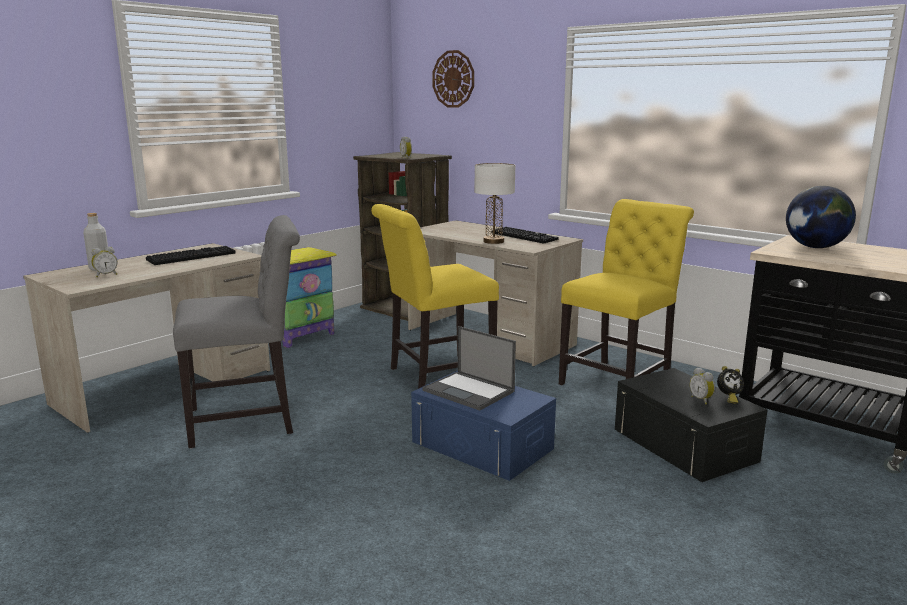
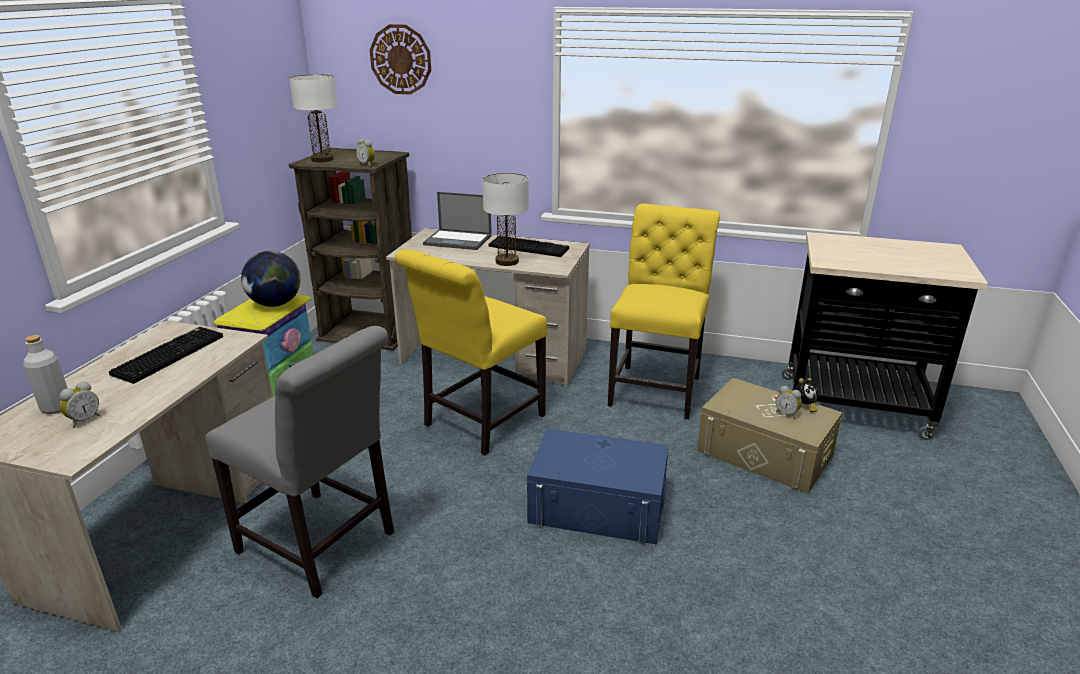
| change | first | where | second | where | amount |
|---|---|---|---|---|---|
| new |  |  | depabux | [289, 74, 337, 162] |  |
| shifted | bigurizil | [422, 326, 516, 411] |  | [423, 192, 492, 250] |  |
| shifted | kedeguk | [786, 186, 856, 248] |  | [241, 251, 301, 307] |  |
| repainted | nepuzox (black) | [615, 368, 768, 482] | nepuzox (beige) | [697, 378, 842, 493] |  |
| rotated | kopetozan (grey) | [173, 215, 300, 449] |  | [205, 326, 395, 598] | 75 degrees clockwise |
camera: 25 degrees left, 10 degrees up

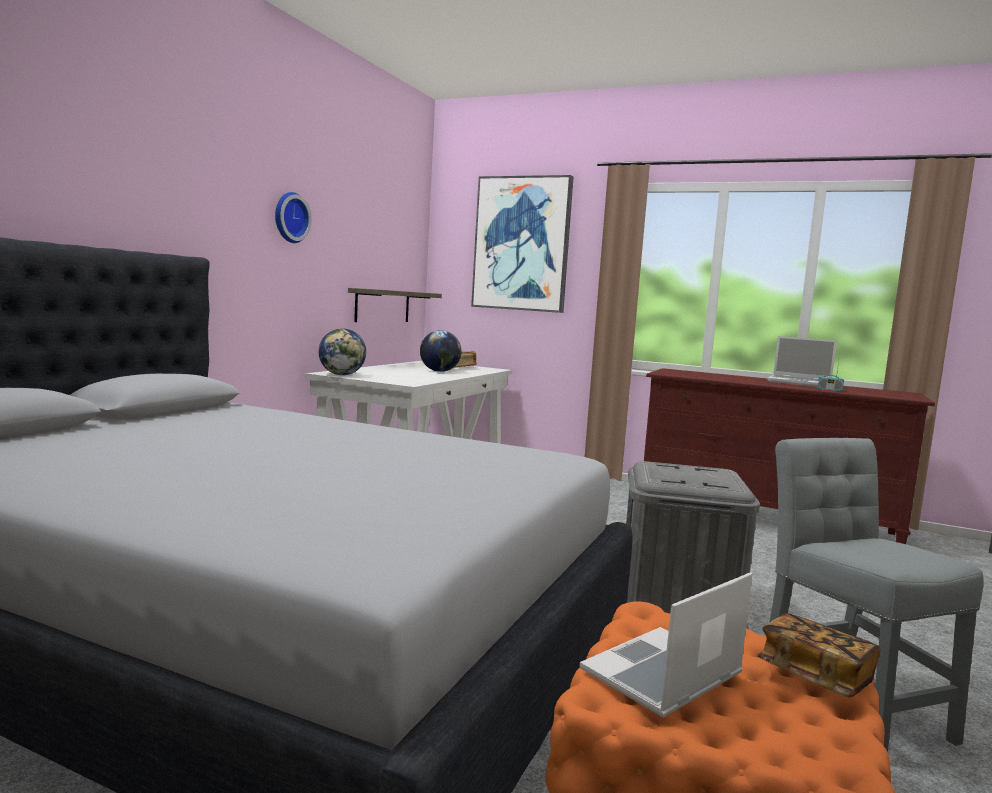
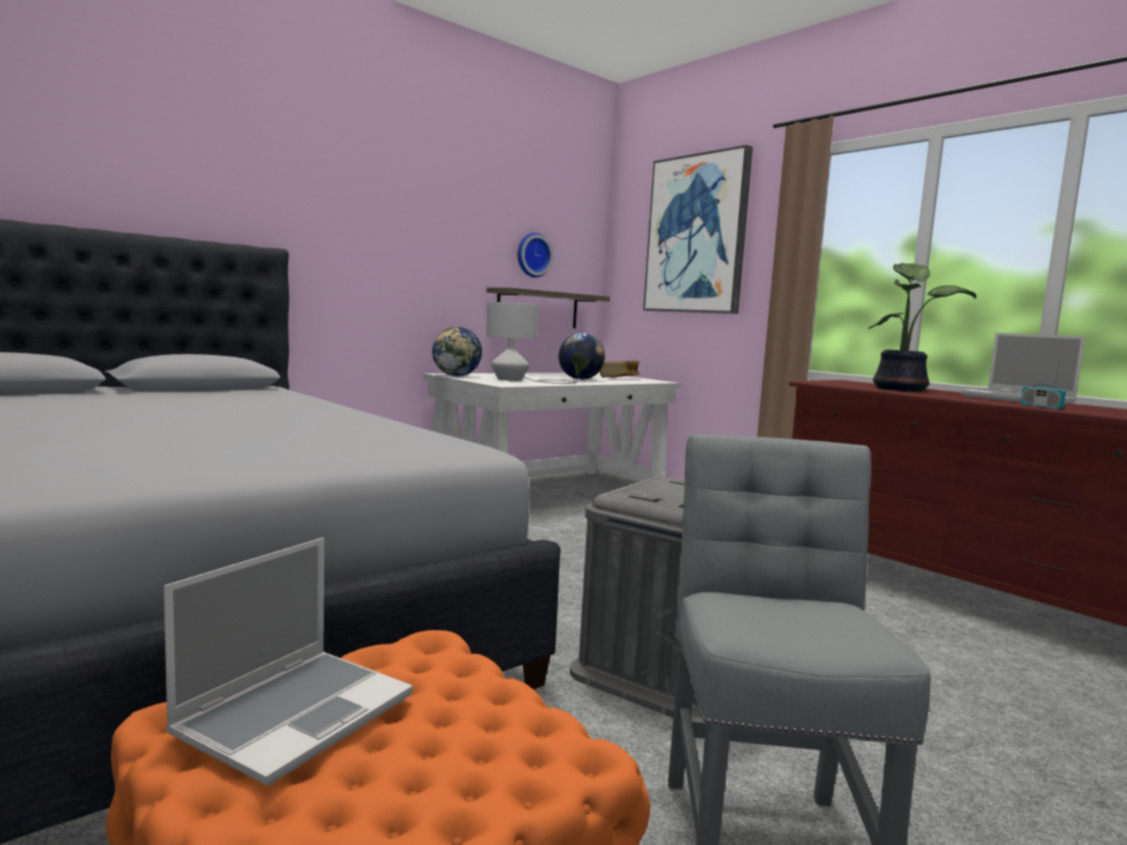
| change | first | where | second | where | amount |
|---|---|---|---|---|---|
| gone | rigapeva | [757, 613, 881, 697] |  |  |  |
| new |  |  | depabux (grey) | [486, 302, 578, 384] |  |
| new |  |  | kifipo | [868, 263, 977, 392] |  |
| shifted | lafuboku | [275, 192, 312, 243] |  | [518, 233, 553, 278] |  |
| rotated | bigurizil | [580, 572, 752, 718] |  | [164, 538, 413, 785] | 135 degrees clockwise |
camera: 25 degrees right, 0 degrees up

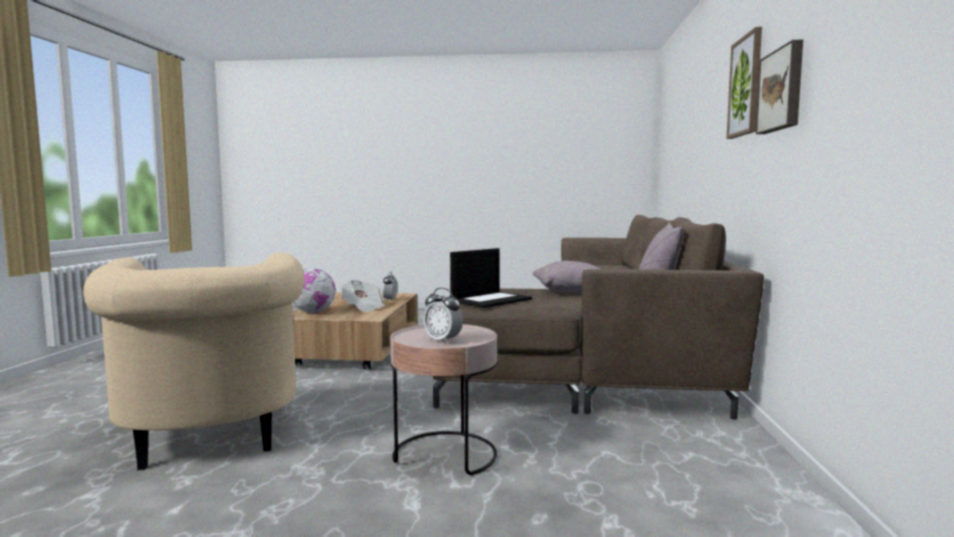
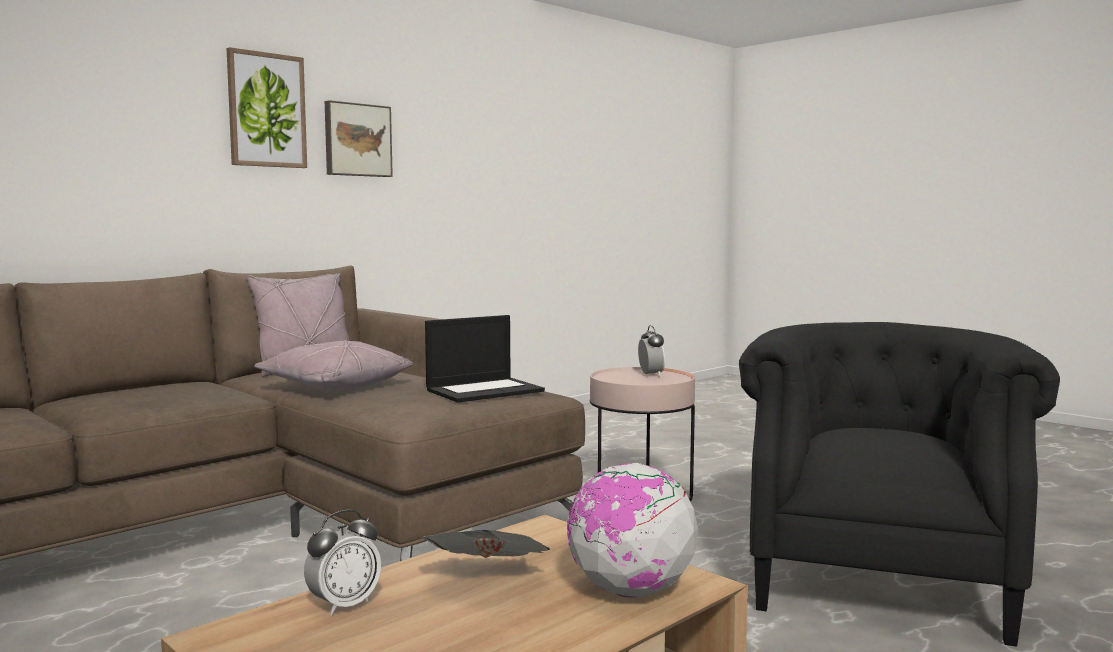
| change | first | where | second | where | amount |
|---|---|---|---|---|---|
| repainted | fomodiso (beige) | [83, 252, 305, 470] | fomodiso (black) | [739, 322, 1060, 647] |  |
| rotated | bigurizil | [450, 248, 532, 308] |  | [425, 315, 545, 403] | 150 degrees clockwise |
camera: 140 degrees left, 0 degrees up

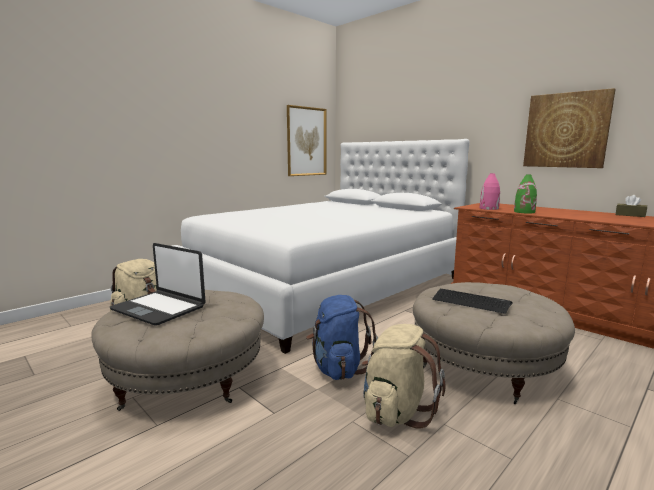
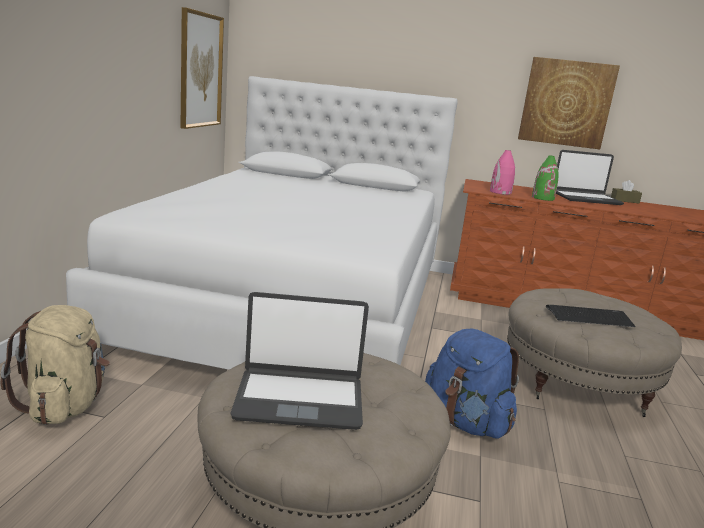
| change | first | where | second | where | amount |
|---|---|---|---|---|---|
| gone | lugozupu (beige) | [362, 324, 446, 429] |  |  |  |
| new |  |  | bigurizil | [556, 150, 624, 205] |  |
camera: 35 degrees left, 5 degrees up

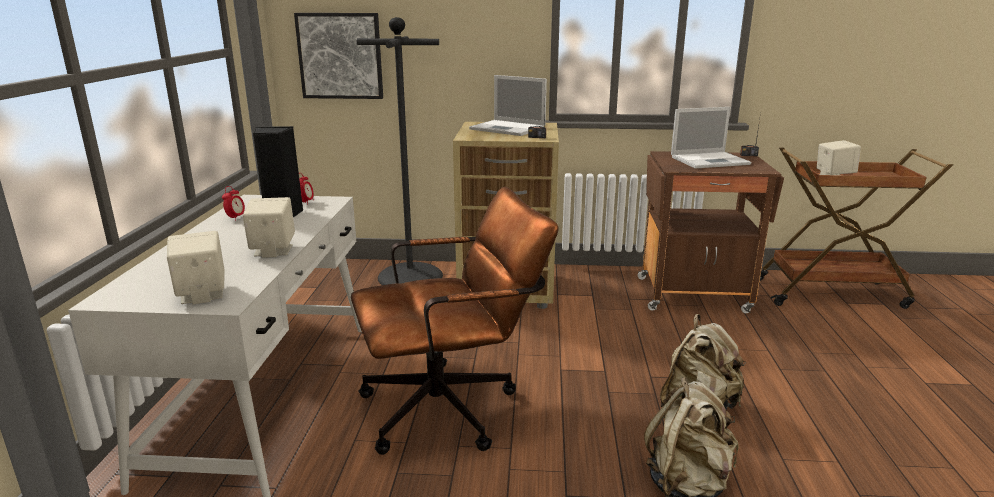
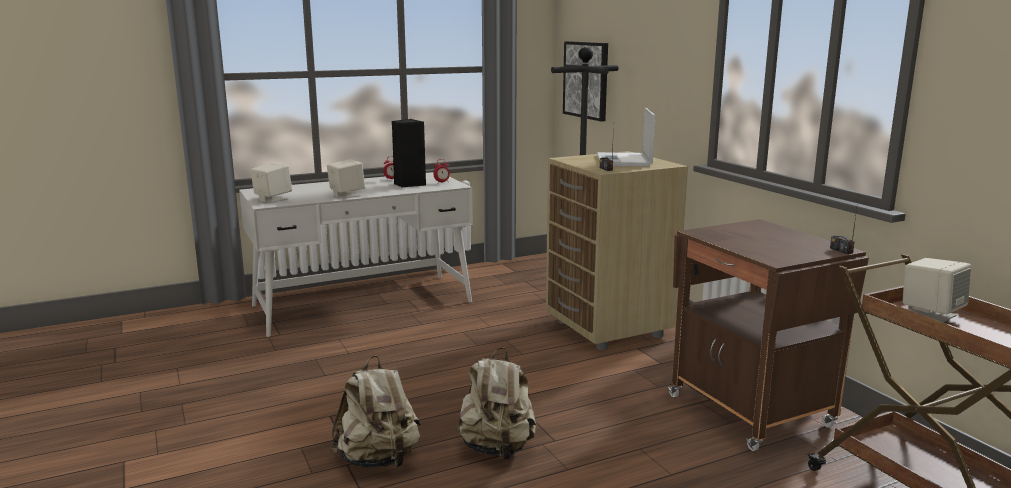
| change | first | where | second | where | amount |
|---|---|---|---|---|---|
| gone | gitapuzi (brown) | [351, 187, 559, 455] |  |  |  |
| gone | bigurizil | [671, 107, 751, 169] |  |  |  |
camera: 60 degrees right, 5 degrees down

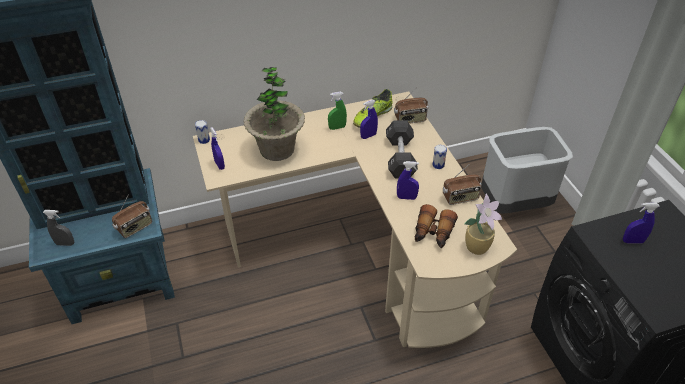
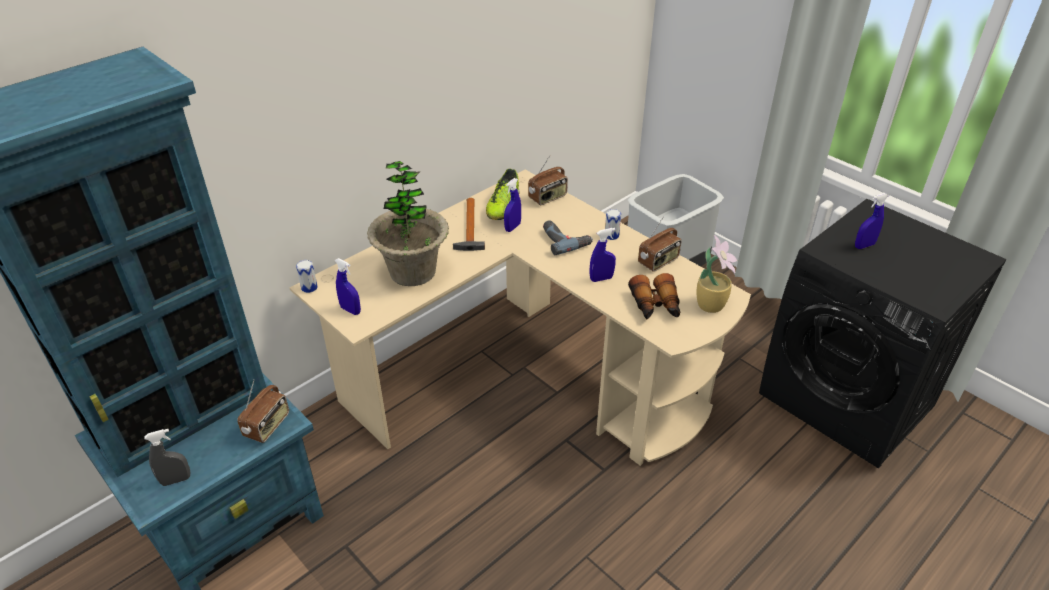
| change | first | where | second | where | amount |
|---|---|---|---|---|---|
| swapped | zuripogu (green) | [328, 92, 347, 130] | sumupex | [453, 198, 485, 251] |  |
| swapped | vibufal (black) | [386, 120, 418, 178] | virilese | [543, 220, 593, 255] |  |
camera: 25 degrees left, 5 degrees down

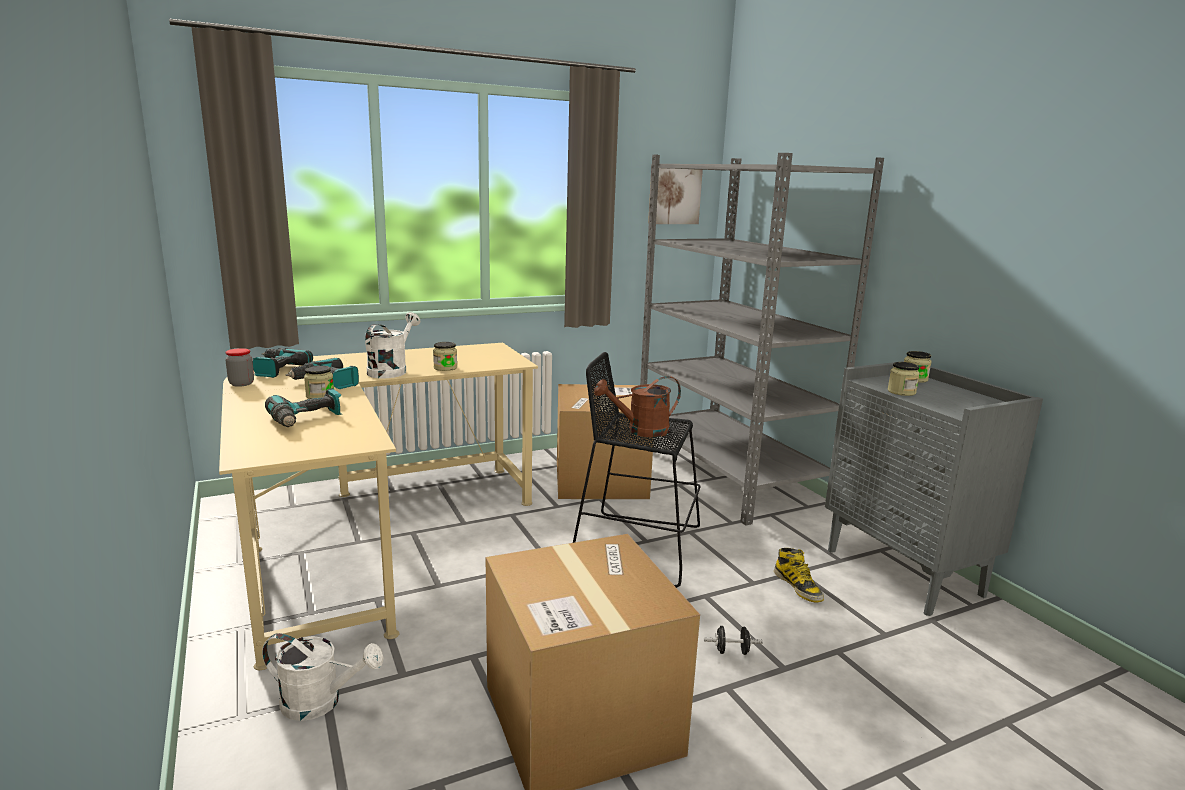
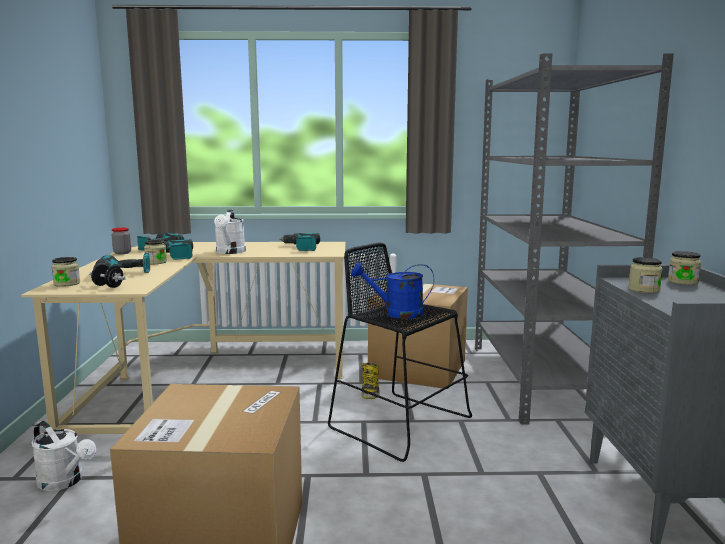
| change | first | where | second | where | amount |
|---|---|---|---|---|---|
| gone | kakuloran | [648, 164, 703, 224] |  |  |  |
| new |  |  | virilese | [279, 233, 320, 251] |  |
| shifted | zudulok | [433, 342, 457, 371] |  | [52, 257, 80, 287] |  |
| shifted | vibufal (black) | [704, 626, 763, 655] |  | [89, 264, 126, 288] |  |
| shifted | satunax | [774, 548, 824, 603] |  | [361, 363, 380, 399] |  |
| repainted | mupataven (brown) | [594, 376, 681, 437] | mupataven (blue) | [351, 262, 434, 319] |  |
| rotated | mupataven (white) | [365, 312, 420, 378] |  | [214, 210, 246, 254] | 135 degrees clockwise |
camera: 25 degrees right, 5 degrees down

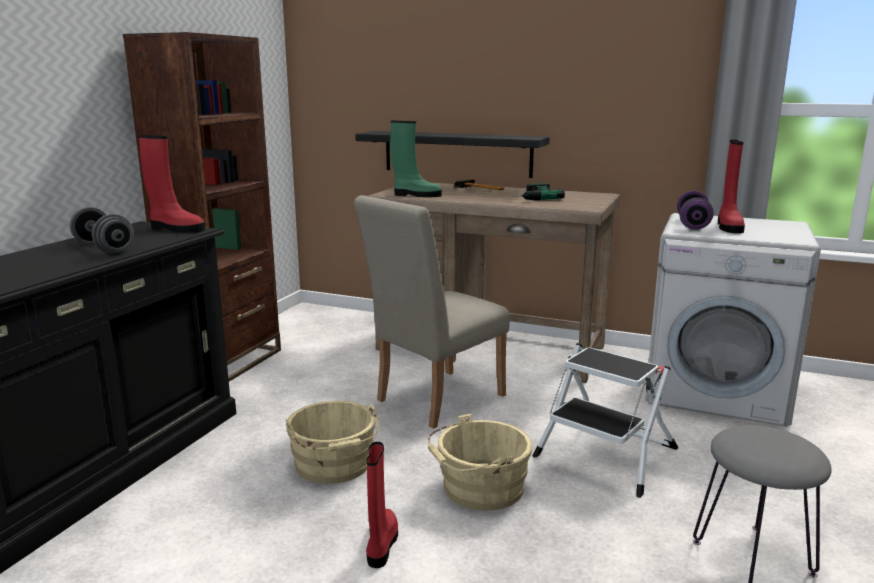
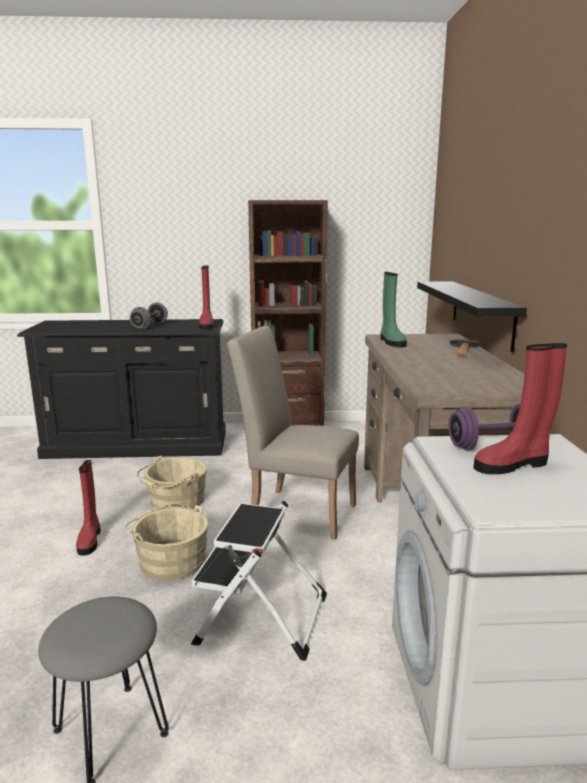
| change | first | where | second | where | amount |
|---|---|---|---|---|---|
| gone | virilese | [513, 183, 565, 200] |  |  |  |
| rotated | satunax (red) | [366, 442, 398, 568] |  | [76, 460, 100, 556] | 105 degrees clockwise |
camera: 65 degrees right, 0 degrees up

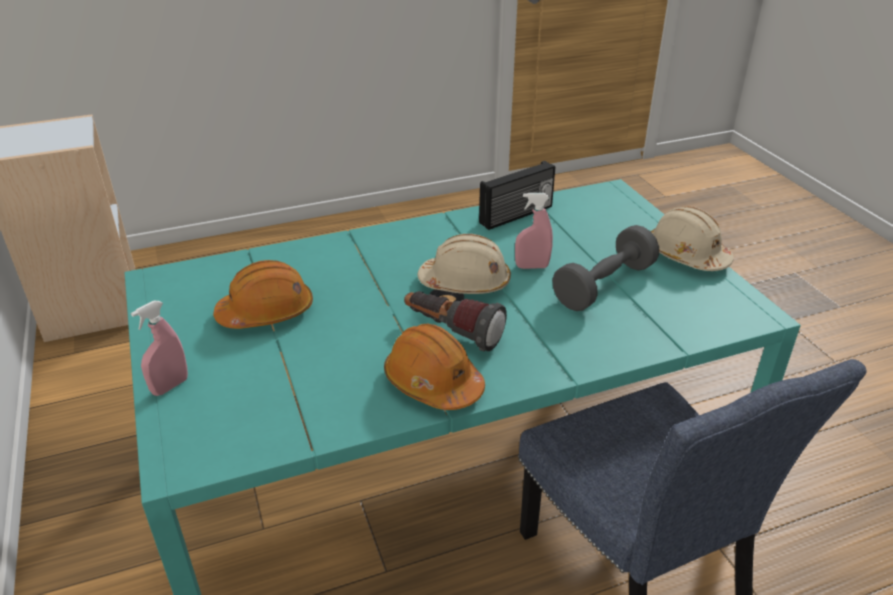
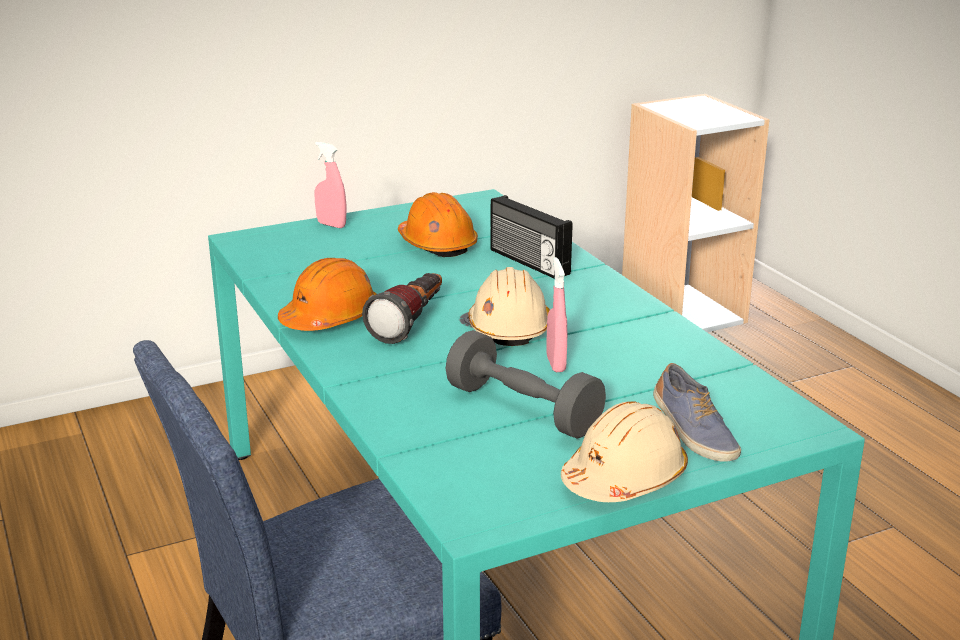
| change | first | where | second | where | amount |
|---|---|---|---|---|---|
| new |  |  | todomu | [653, 363, 741, 462] |  |
| shifted | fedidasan | [479, 161, 555, 230] |  | [490, 195, 573, 279] |  |
camera: 85 degrees right, 10 degrees down

